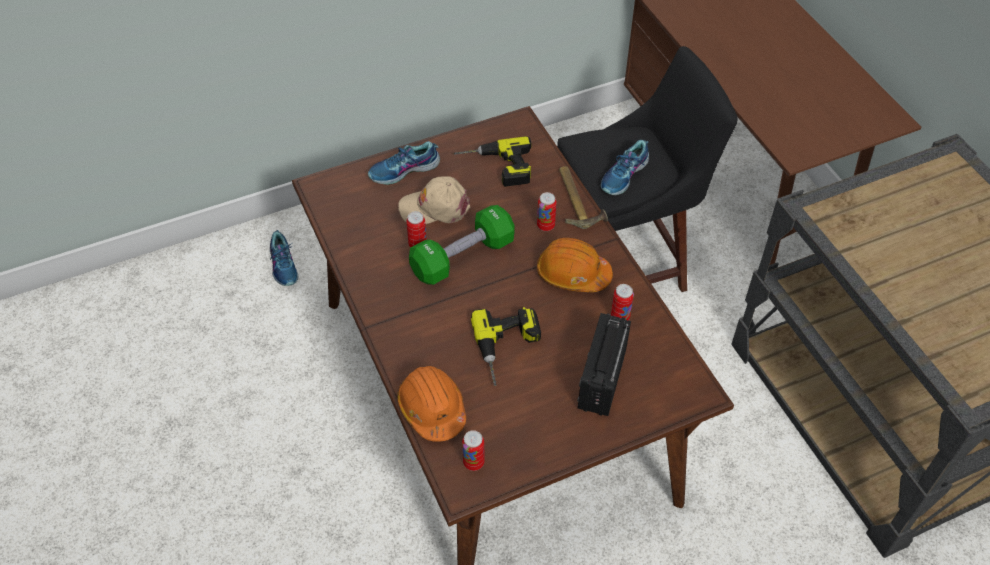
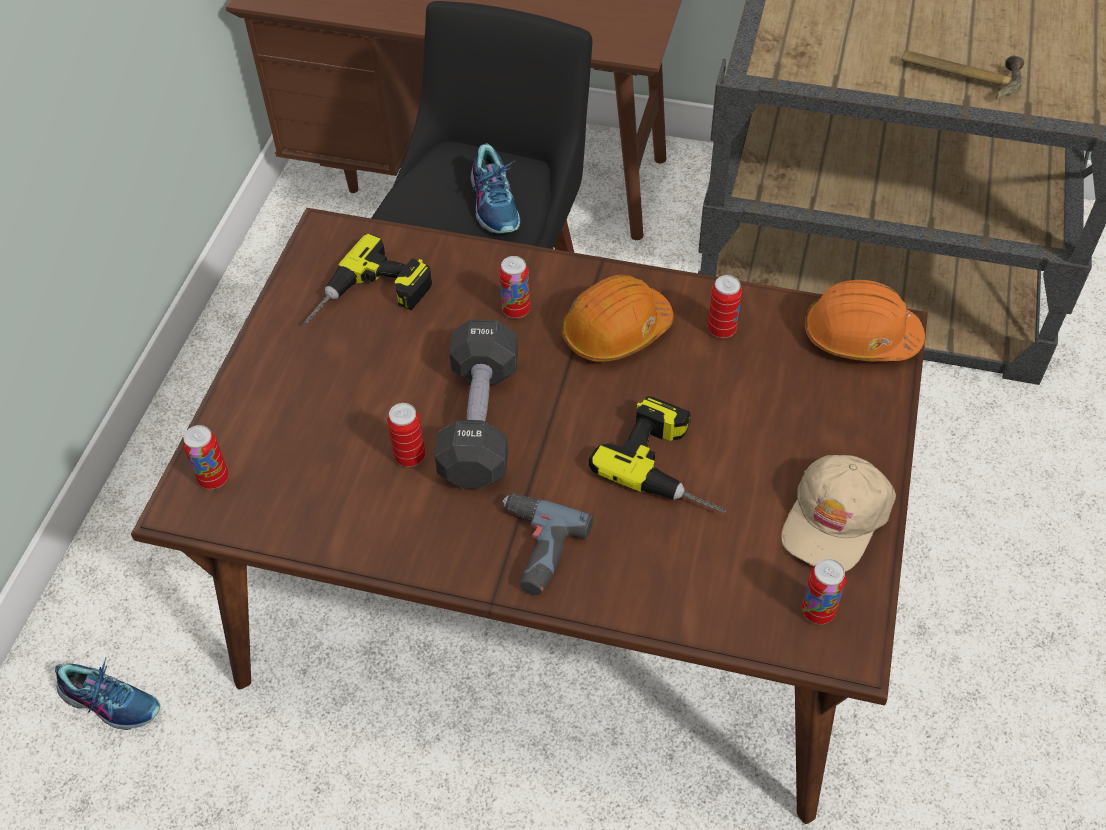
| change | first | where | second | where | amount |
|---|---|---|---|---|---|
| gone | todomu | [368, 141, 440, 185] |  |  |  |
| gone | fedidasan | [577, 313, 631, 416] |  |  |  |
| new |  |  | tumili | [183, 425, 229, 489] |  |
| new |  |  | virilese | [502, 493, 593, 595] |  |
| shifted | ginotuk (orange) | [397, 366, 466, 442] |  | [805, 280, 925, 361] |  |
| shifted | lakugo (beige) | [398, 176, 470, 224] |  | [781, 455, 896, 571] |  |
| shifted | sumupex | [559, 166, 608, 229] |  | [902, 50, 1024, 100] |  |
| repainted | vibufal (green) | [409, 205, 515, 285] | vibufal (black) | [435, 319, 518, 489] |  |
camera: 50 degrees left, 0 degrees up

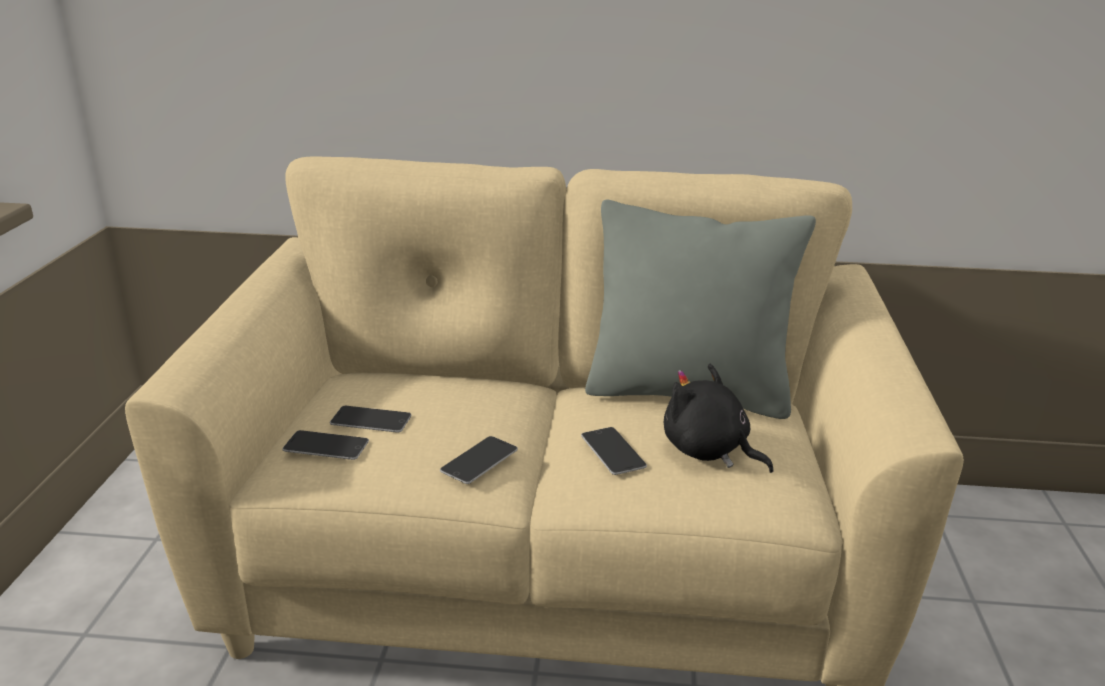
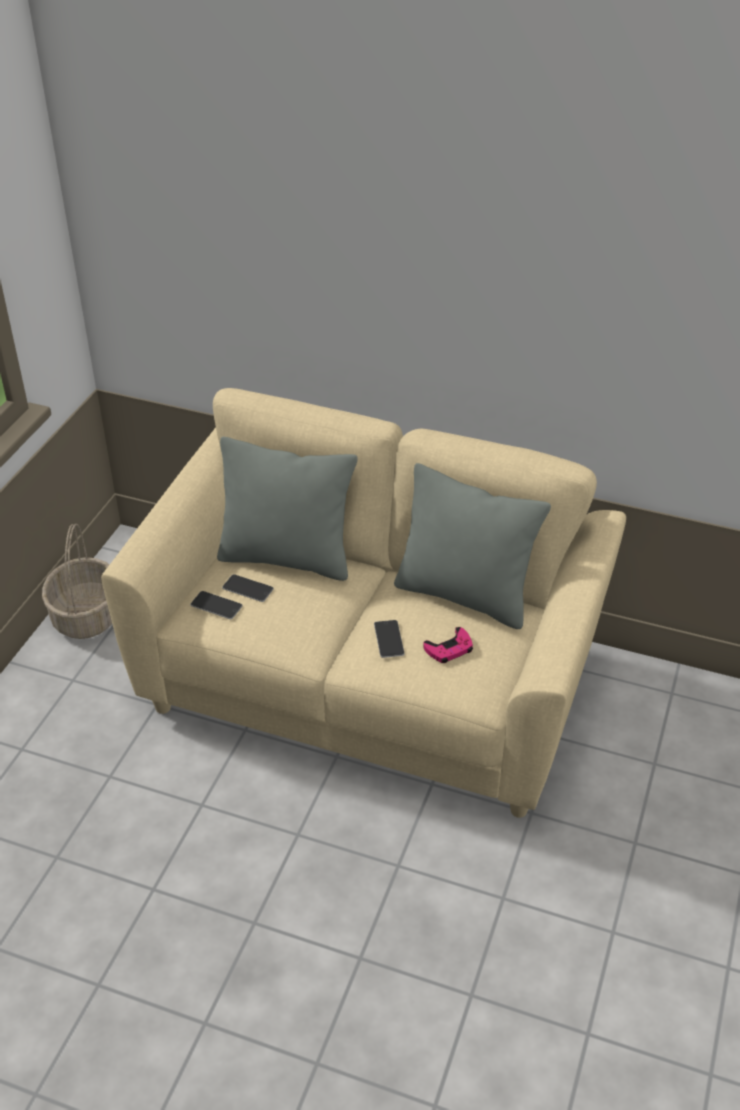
| change | first | where | second | where | amount |
|---|---|---|---|---|---|
| gone | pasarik | [440, 436, 518, 484] |  |  |  |
| new |  |  | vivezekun | [42, 524, 112, 639] |  |
| new |  |  | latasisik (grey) | [217, 437, 358, 581] |  |
| swapped | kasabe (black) | [664, 364, 774, 473] | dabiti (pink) | [423, 627, 473, 663] |  |
camera: 15 degrees right, 15 degrees up

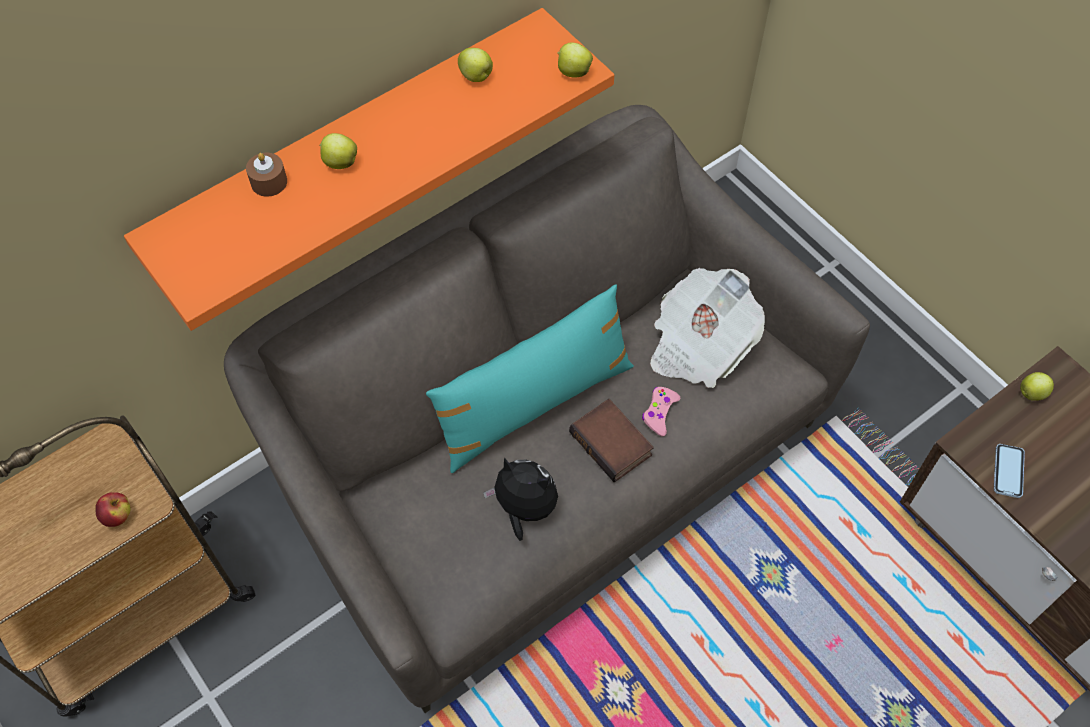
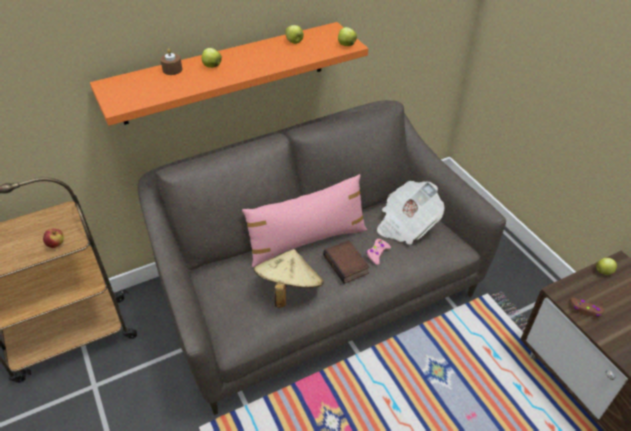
| change | first | where | second | where | amount |
|---|---|---|---|---|---|
| swapped | kasabe | [483, 458, 558, 541] | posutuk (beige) | [254, 249, 324, 308] |  |
| swapped | pasarik | [994, 444, 1025, 498] | dabiti (brown) | [570, 298, 605, 317] |  |
| repainted | latasisik (turquoise) | [426, 285, 634, 473] | latasisik (pink) | [242, 174, 367, 267] |  |
camera: 10 degrees right, 15 degrees down

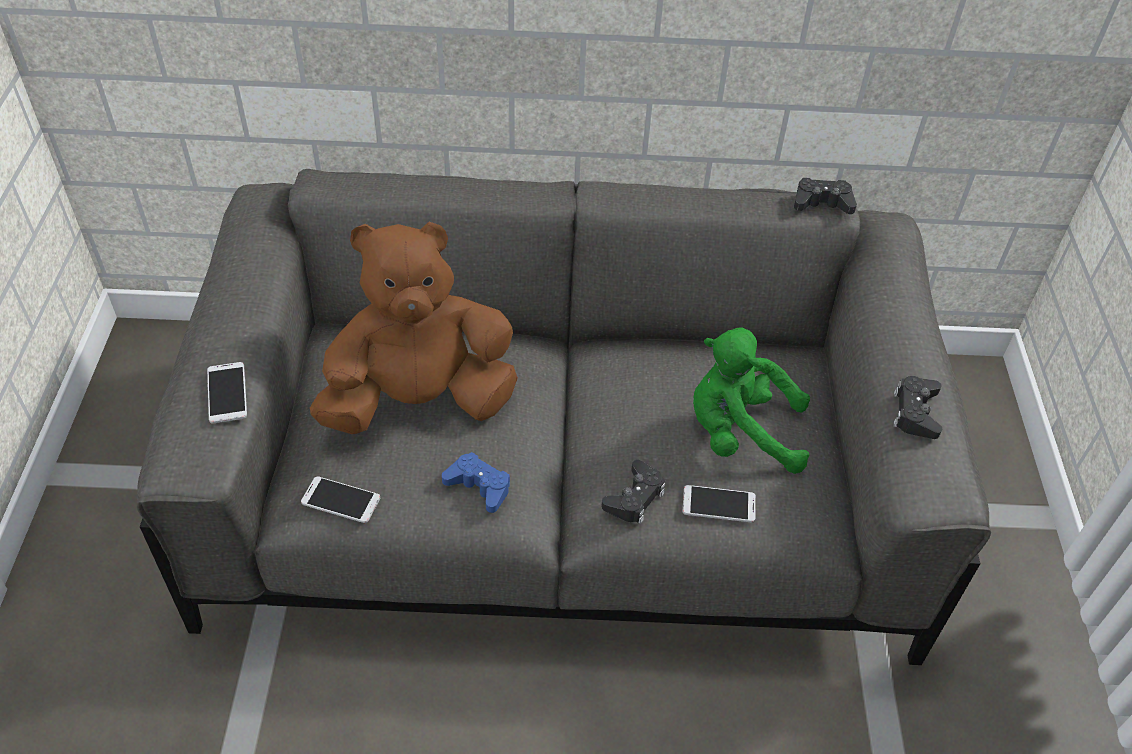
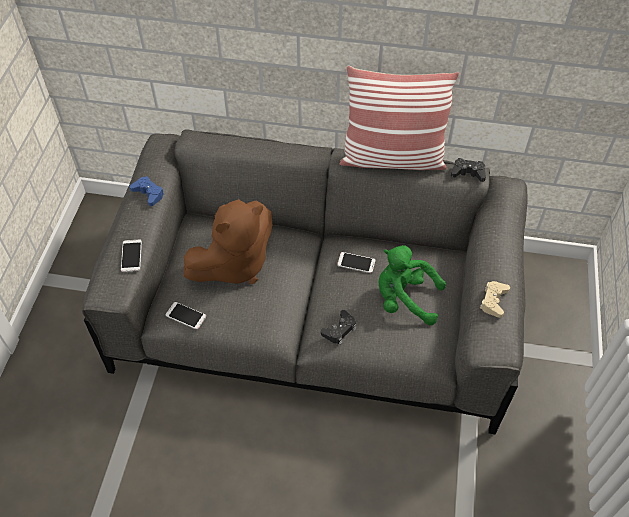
| change | first | where | second | where | amount |
|---|---|---|---|---|---|
| new |  |  | latasisik | [340, 66, 459, 170] |  |
| shifted | dabiti (blue) | [442, 452, 510, 513] |  | [130, 176, 164, 206] |  |
| shifted | pasarik | [683, 485, 756, 523] |  | [337, 252, 376, 273] |  |
| repainted | dabiti (black) | [894, 376, 942, 439] | dabiti (beige) | [479, 281, 510, 318] |  |
| rotated | kasabe (brown) | [310, 222, 518, 434] |  | [184, 199, 273, 284] | 150 degrees clockwise |
camera: 10 degrees right, 5 degrees up

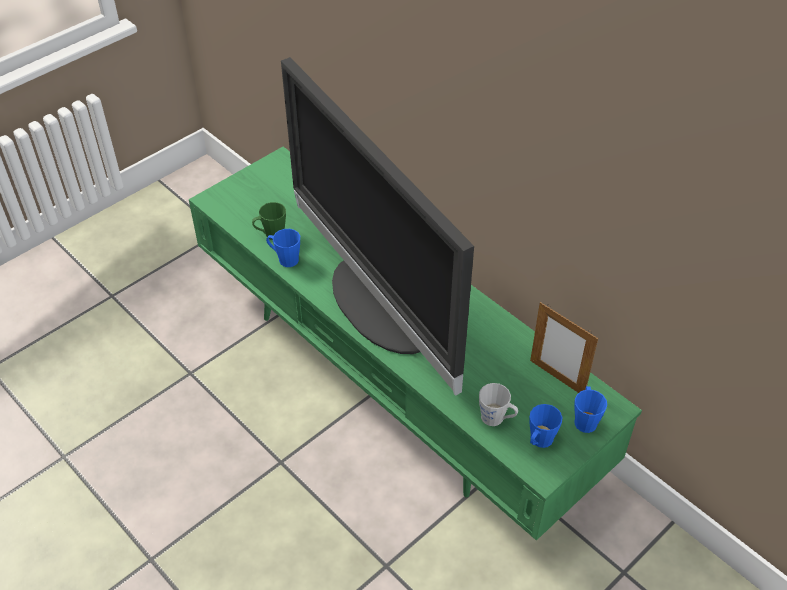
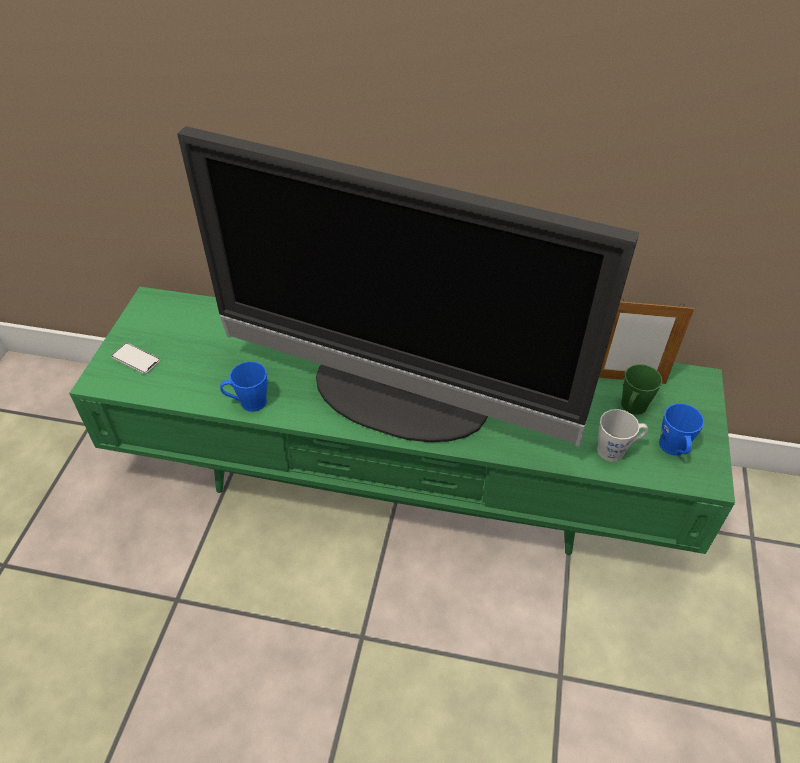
| change | first | where | second | where | amount |
|---|---|---|---|---|---|
| gone | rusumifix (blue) | [574, 386, 607, 433] |  |  |  |
| new |  |  | pasarik | [111, 343, 160, 374] |  |
| shifted | rusumifix (green) | [252, 202, 286, 240] |  | [621, 364, 662, 415] |  |
camera: 35 degrees left, 0 degrees up

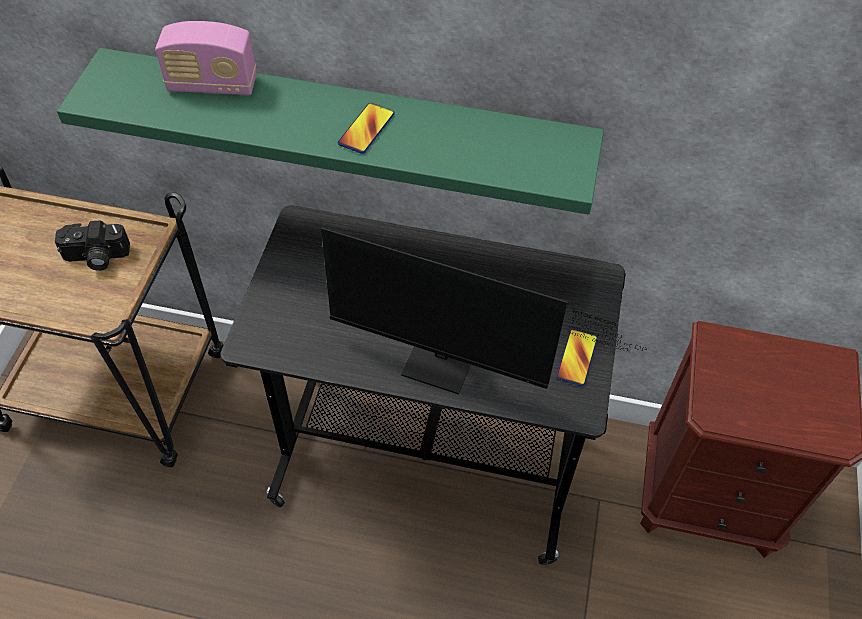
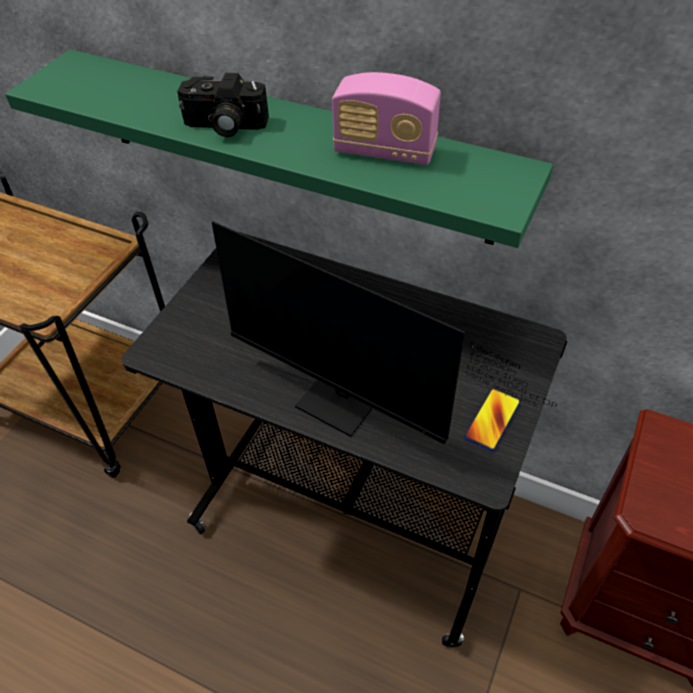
| change | first | where | second | where | amount |
|---|---|---|---|---|---|
| gone | pasarik | [338, 103, 395, 154] |  |  |  |
| shifted | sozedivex | [55, 220, 130, 271] |  | [177, 73, 269, 137] |  |
| shifted | fedidasan | [155, 21, 257, 95] |  | [332, 72, 441, 165] |  |
camera: 15 degrees right, 5 degrees down

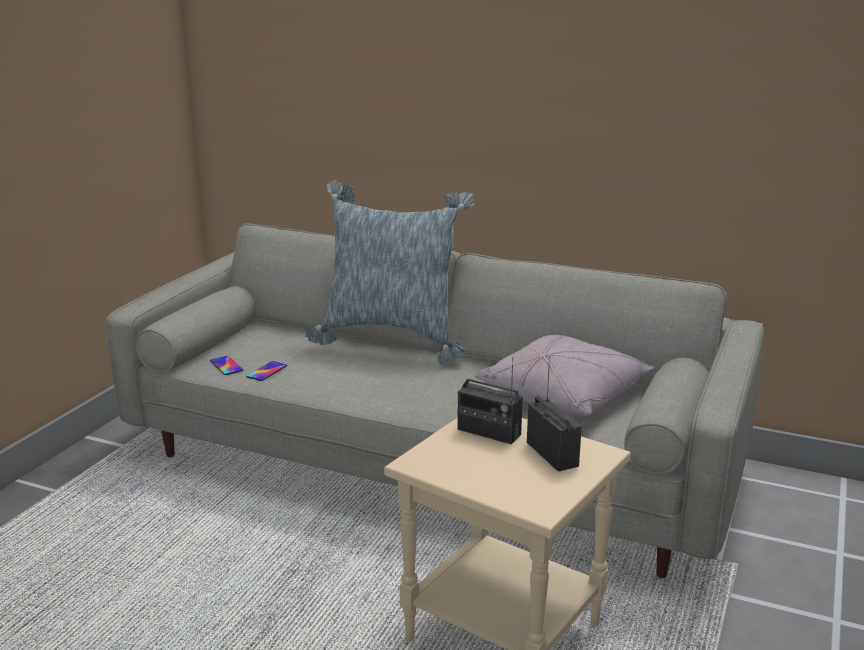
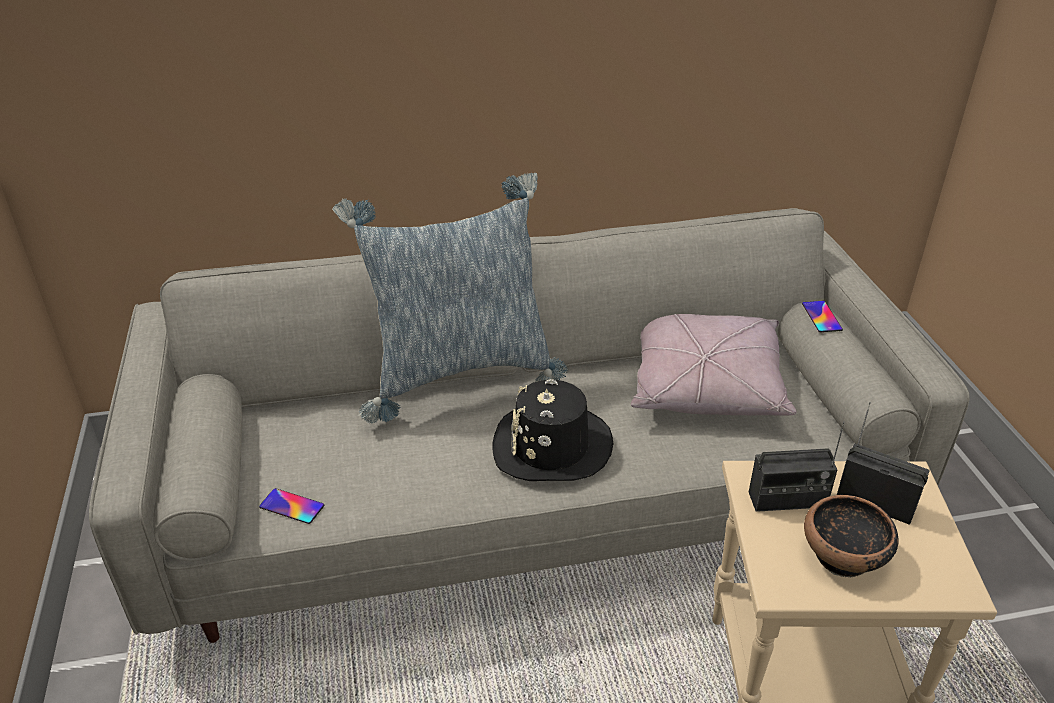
| change | first | where | second | where | amount |
|---|---|---|---|---|---|
| new |  |  | posutuk (black) | [492, 379, 614, 481] |  |
| new |  |  | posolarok | [804, 495, 899, 577] |  |
| shifted | pasarik | [246, 361, 287, 381] |  | [802, 301, 843, 332] |  |
camera: 35 degrees left, 15 degrees up

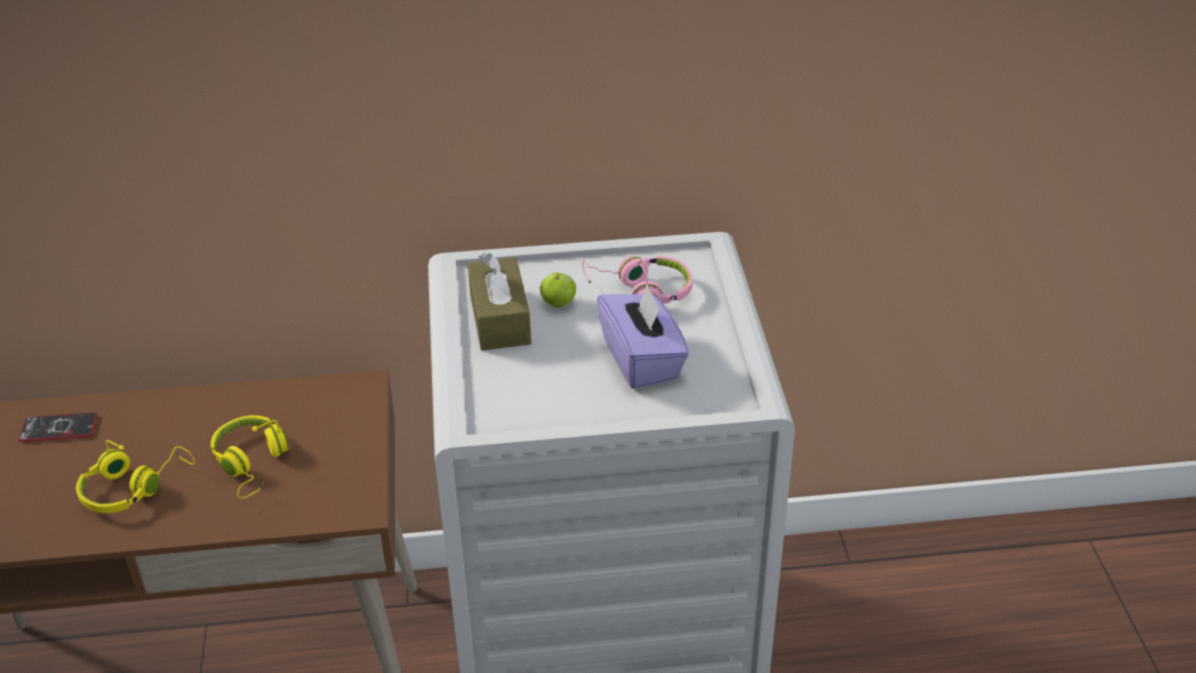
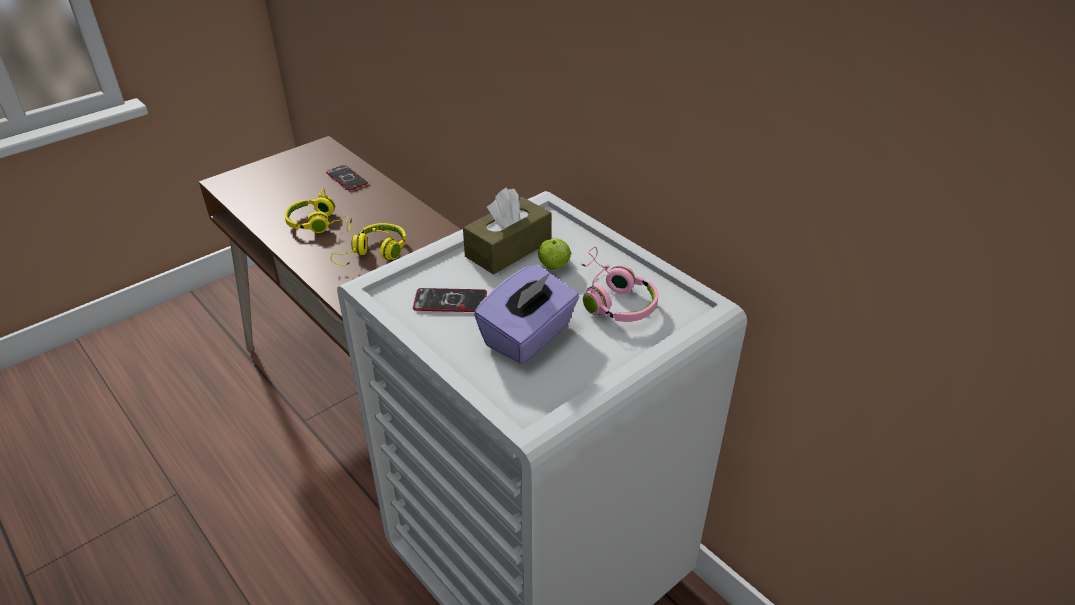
| change | first | where | second | where | amount |
|---|---|---|---|---|---|
| new |  |  | pasarik | [413, 288, 487, 312] |  |
camera: 55 degrees right, 0 degrees up

